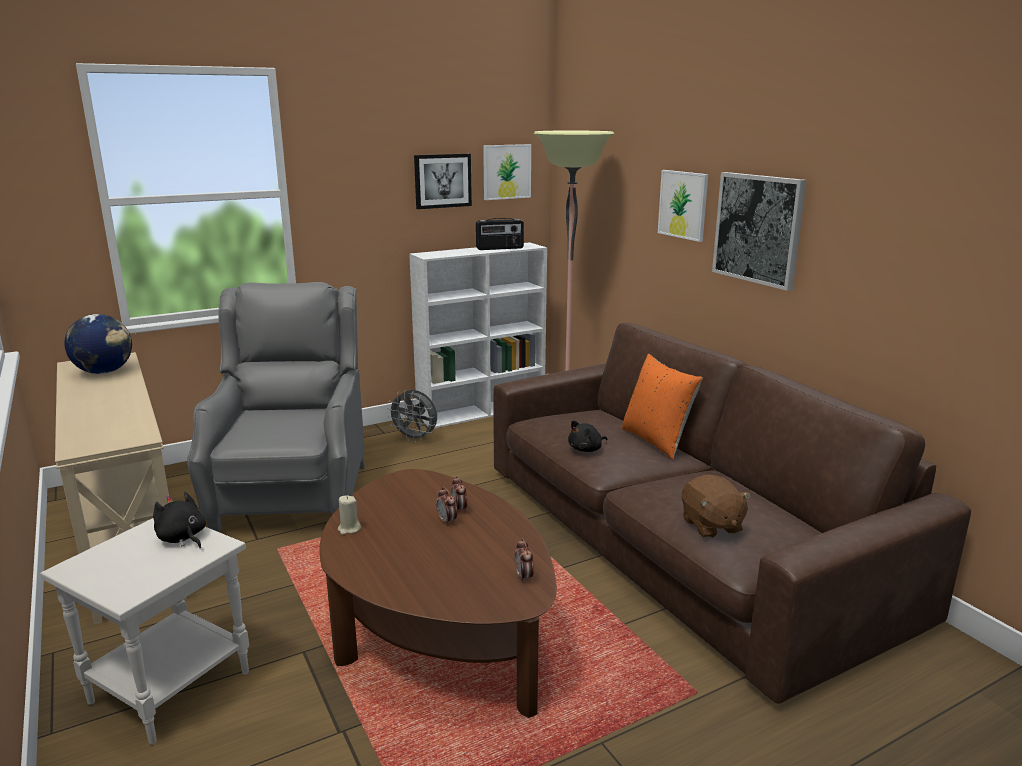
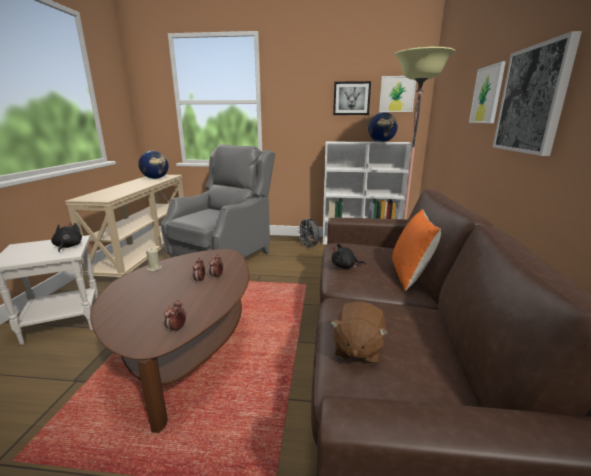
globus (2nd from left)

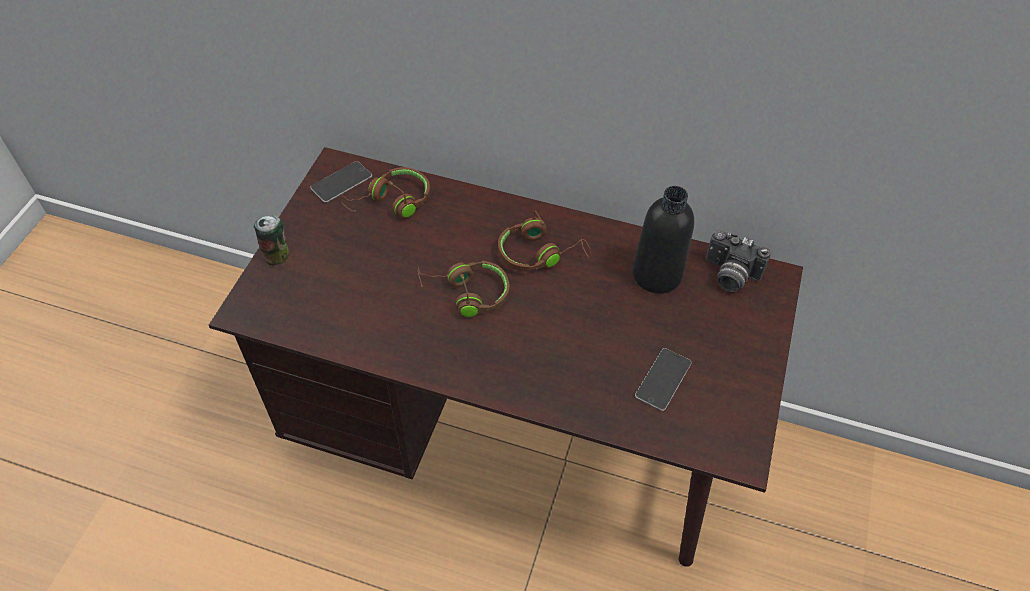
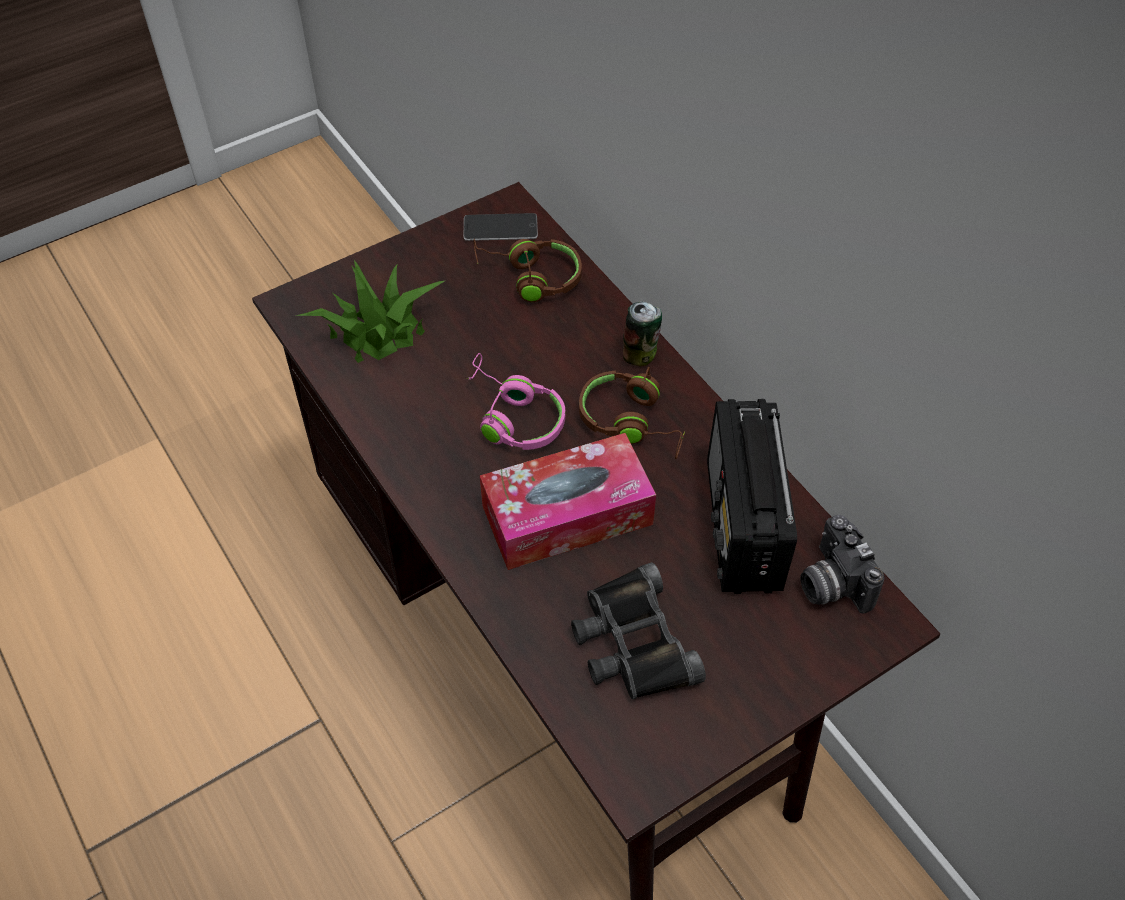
roślina doniczkowa
słuchawki [różowy]
pudełko chusteczek
lornetka [czarny]
puszka
radio

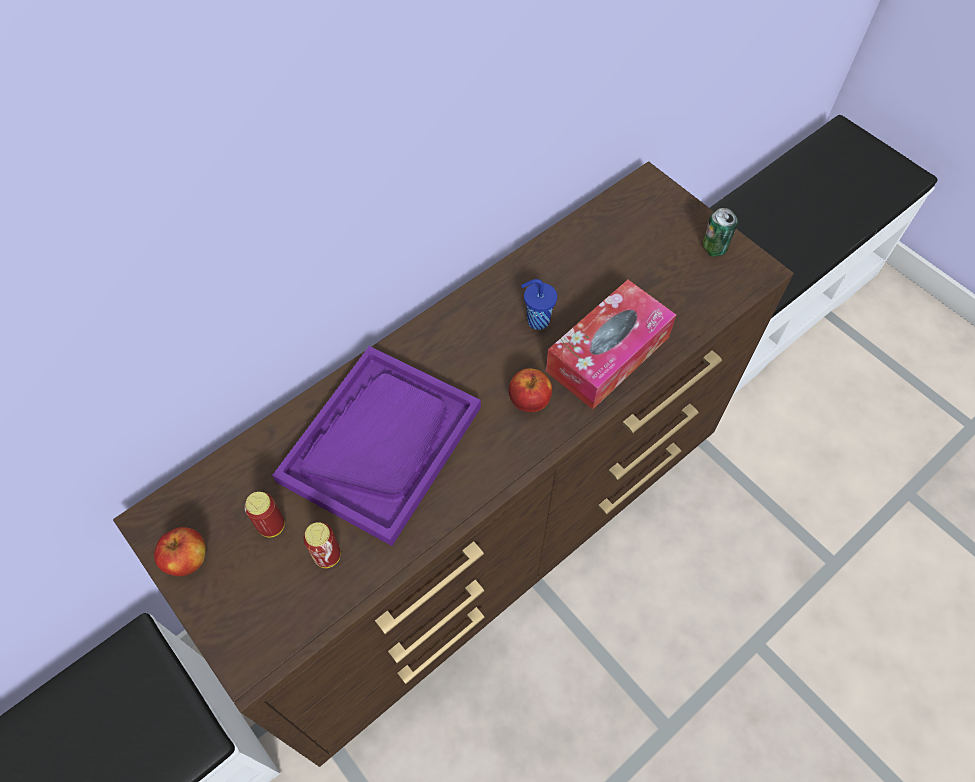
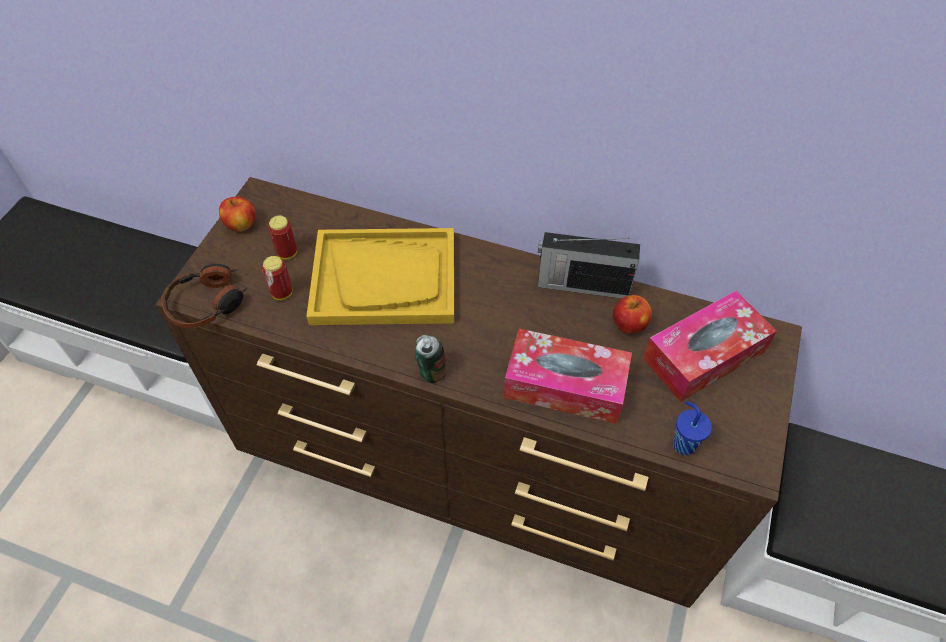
słuchawki
taca [żółty]
puszka (3rd from left)
radio
jabłko (2nd from left)
pudełko chusteczek (2nd from left)
filiżanka [niebieski]

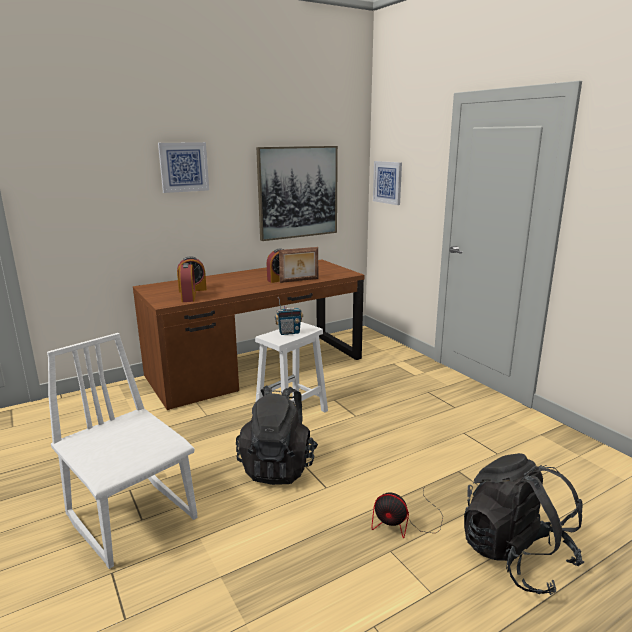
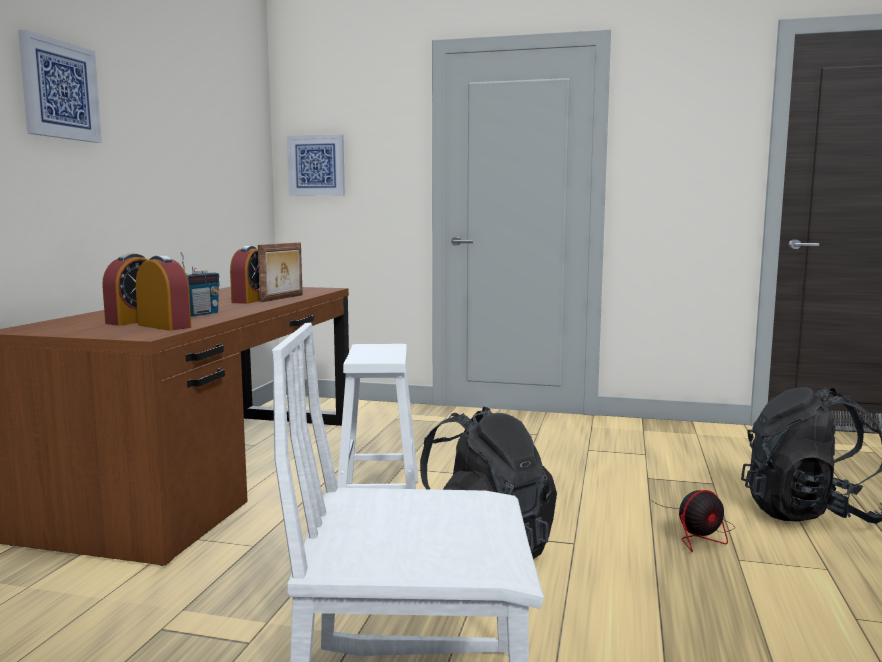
radio
obraz (2nd from left in the first image)

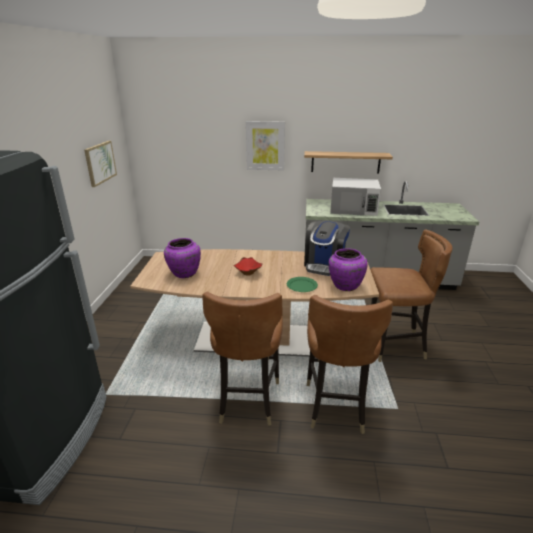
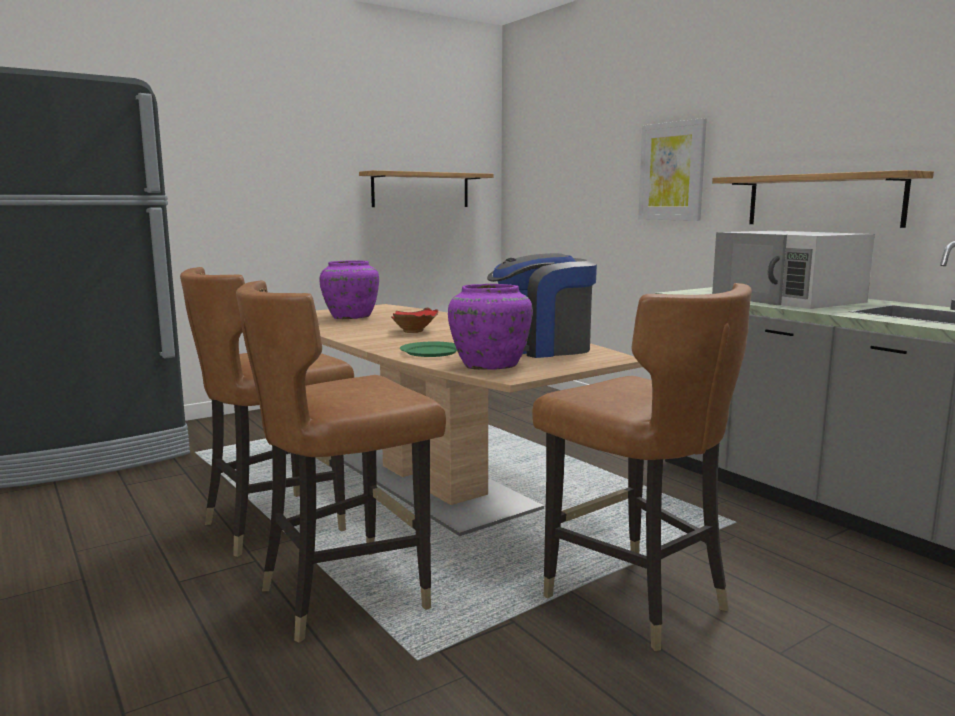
półka (1st from left)

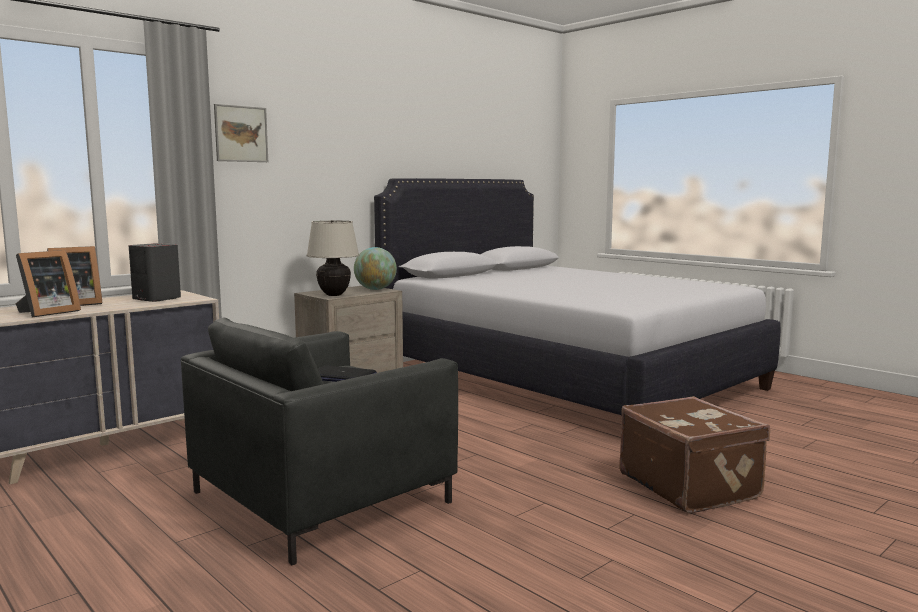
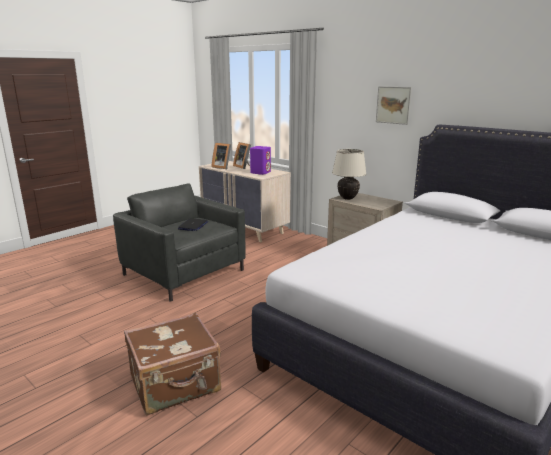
głośnik [fioletowy]
obraz
globus

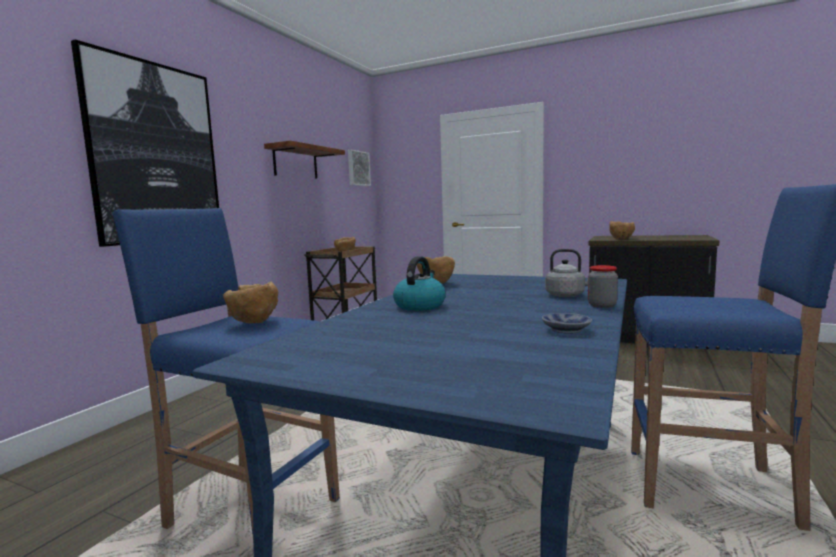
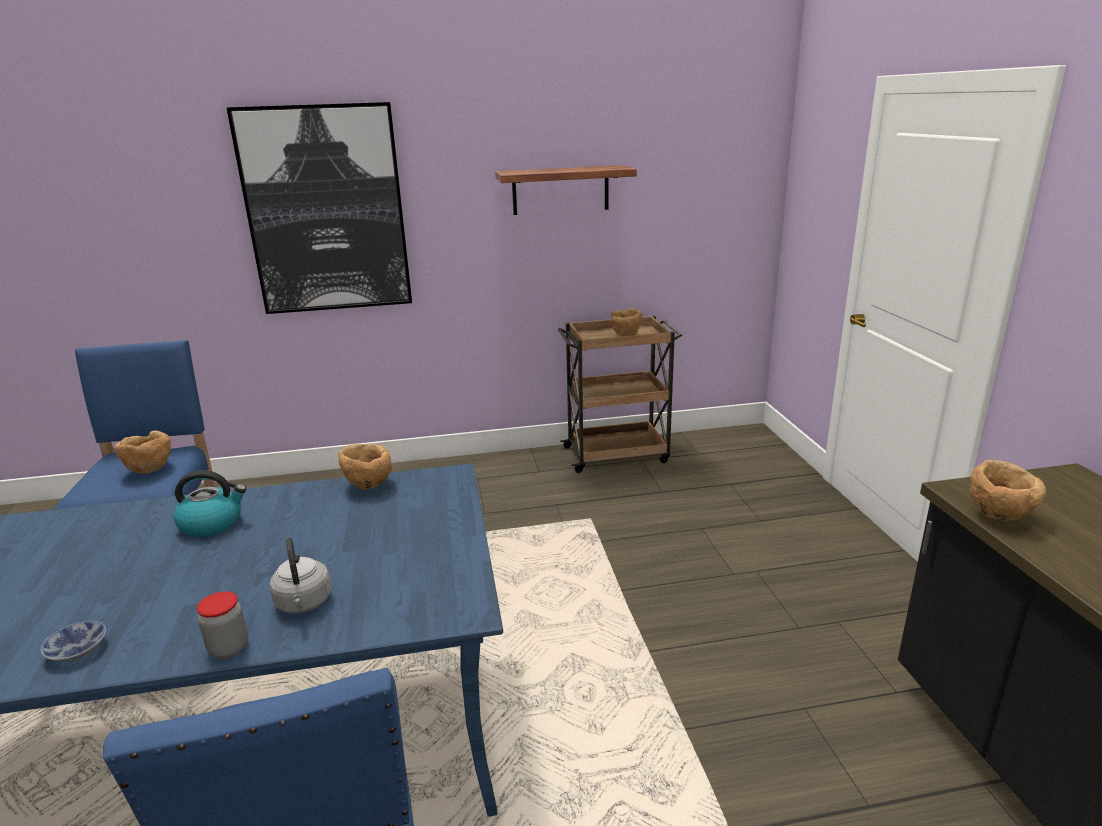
obraz (2nd from left in the first image)

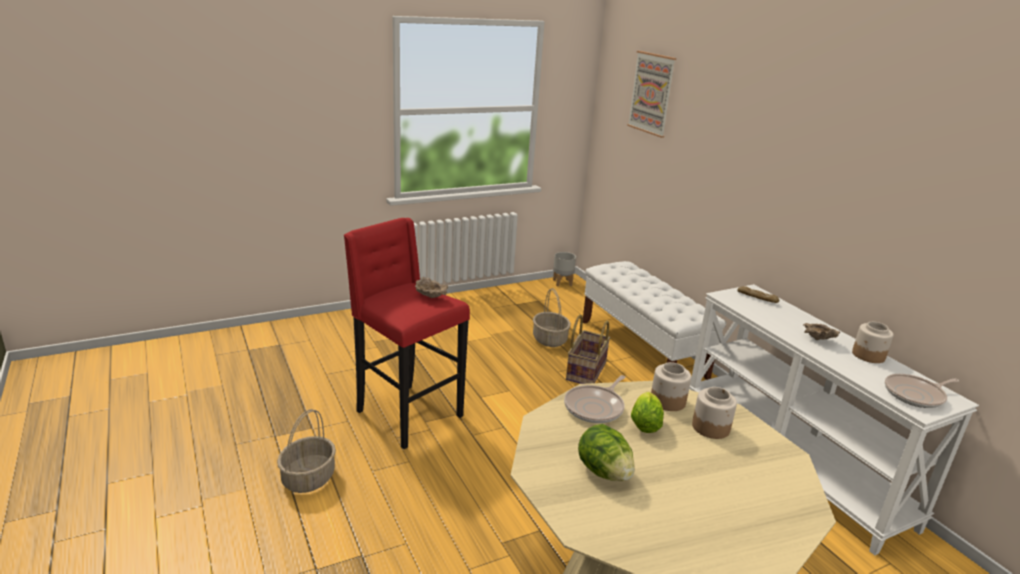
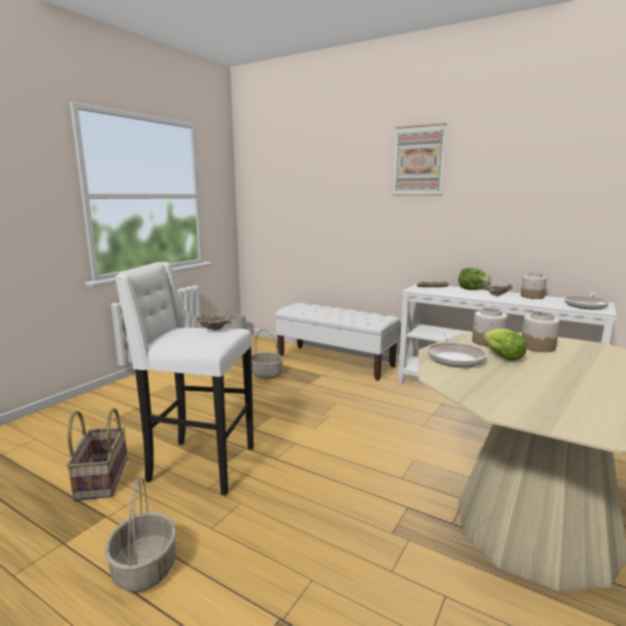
koszyk (1st from left)
stołek [biały]
obraz
sałata (1st from left)

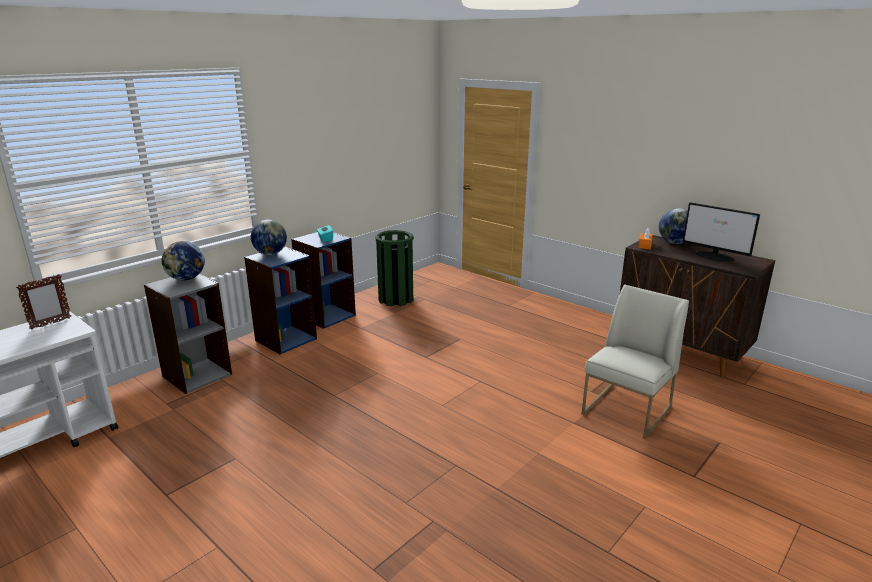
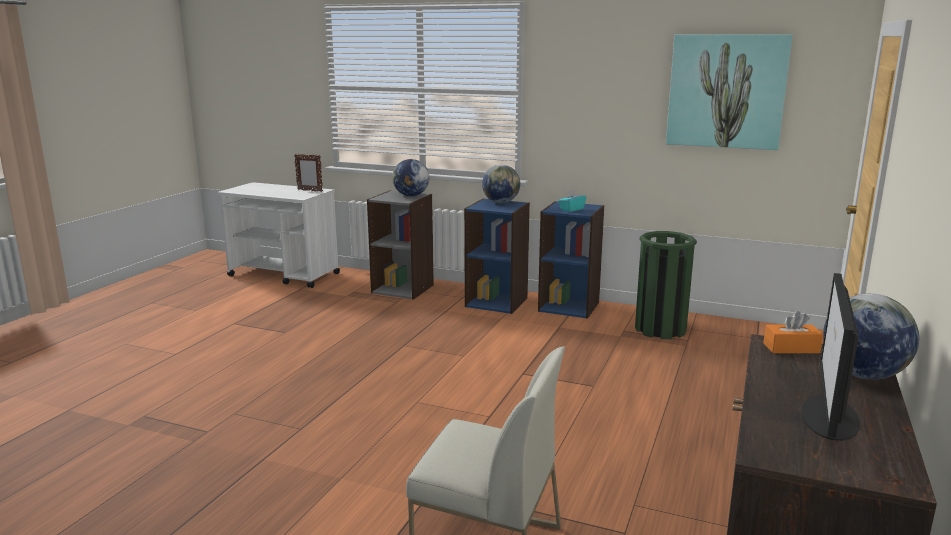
obraz

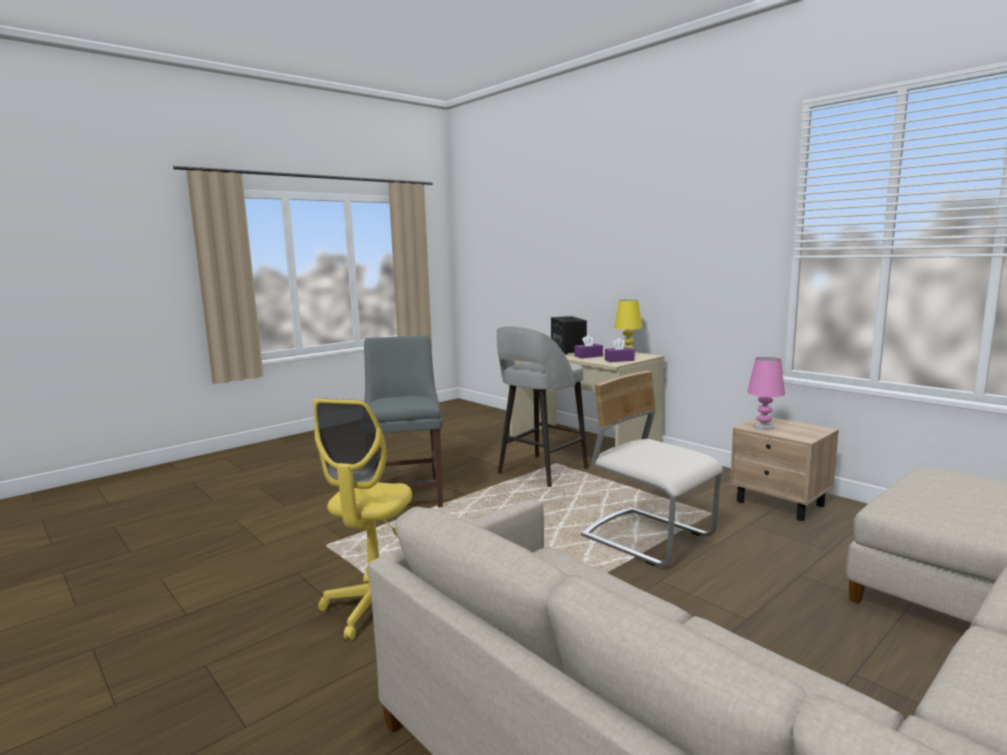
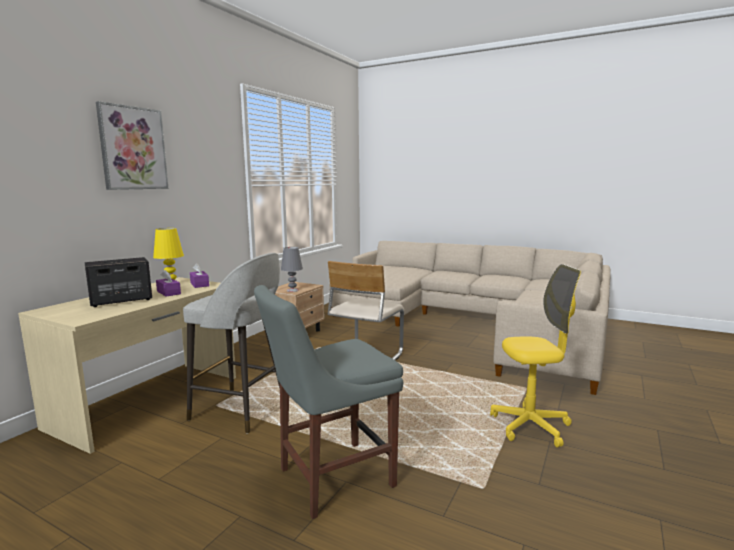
obraz
lampa stołowa [szary]

